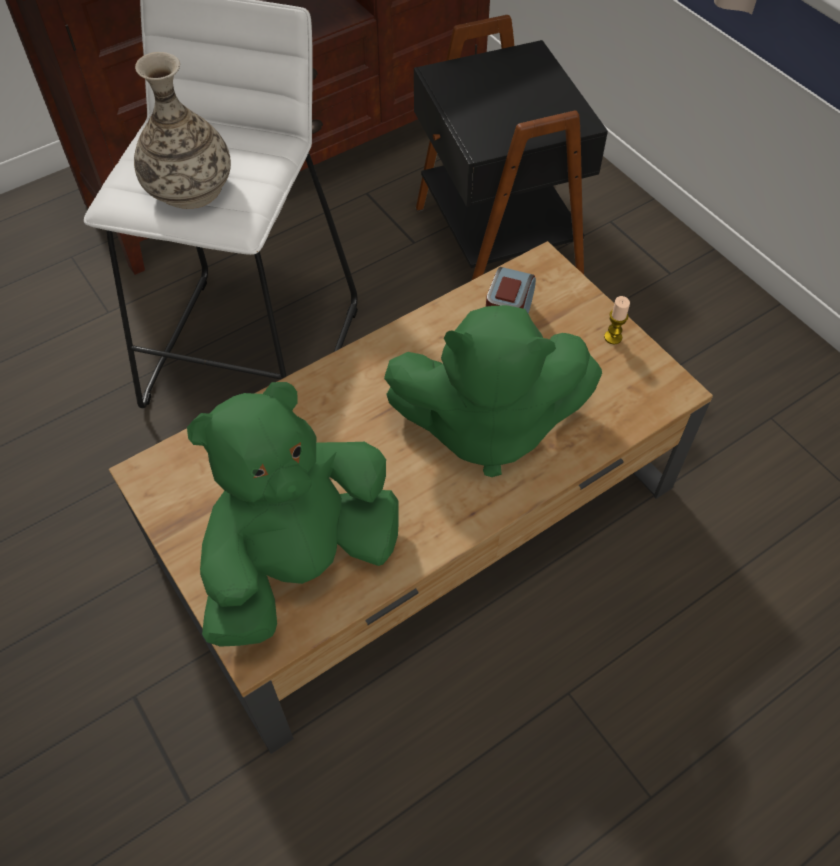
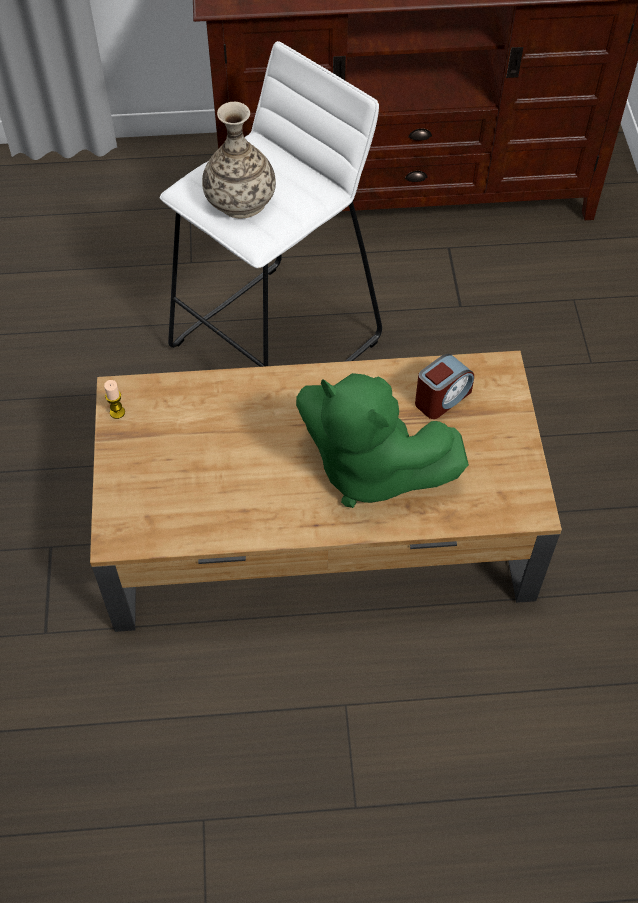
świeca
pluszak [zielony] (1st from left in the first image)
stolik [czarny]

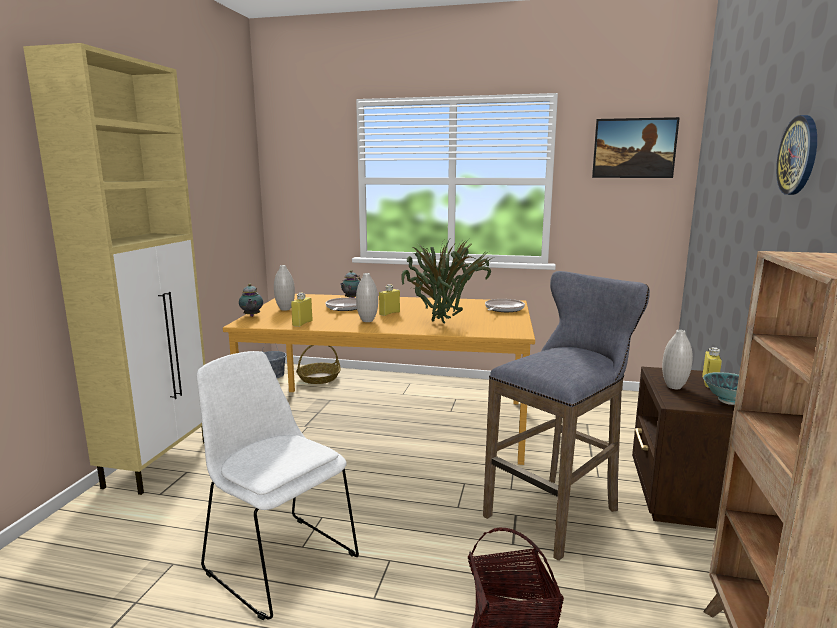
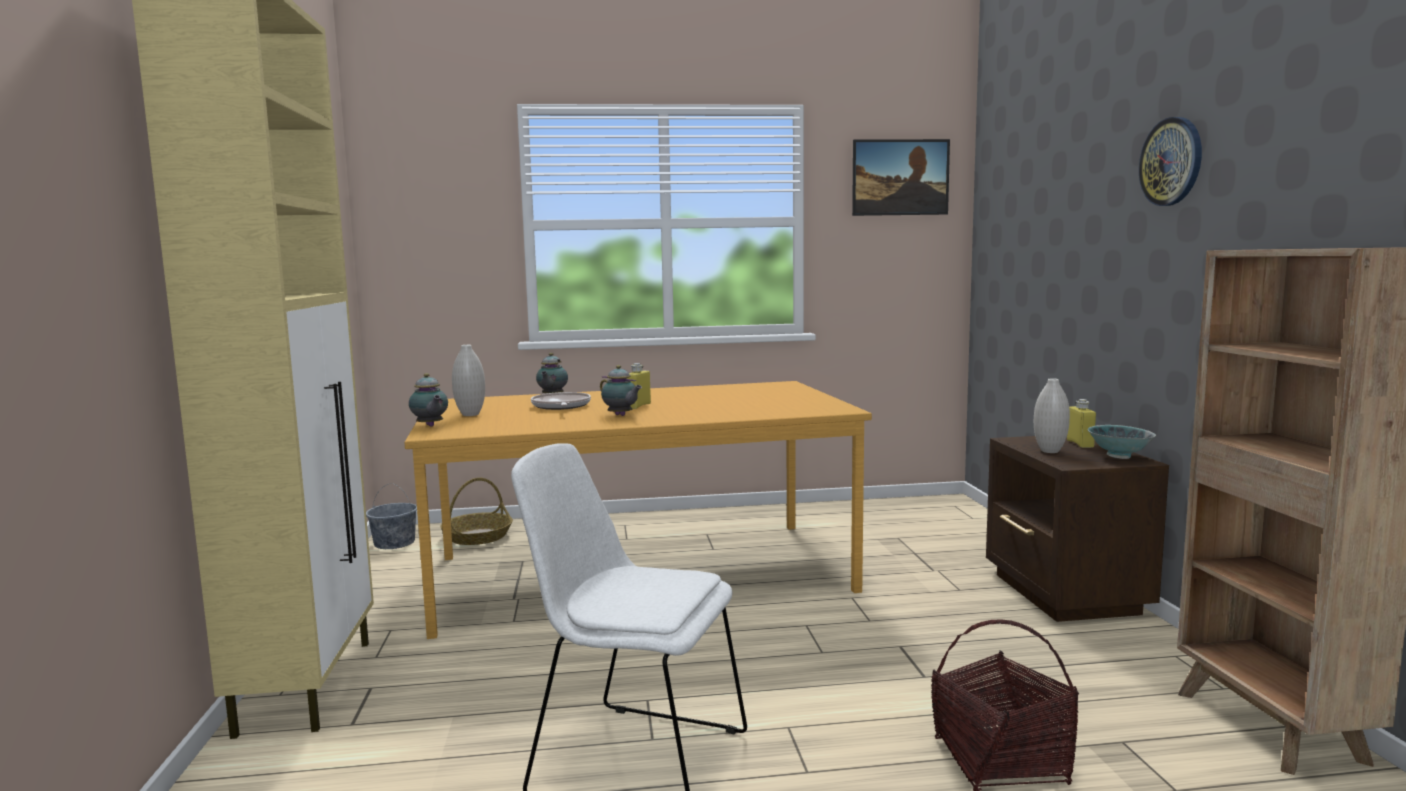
imbryk (3rd from left)
butelka [żółty] (1st from left in the first image)
roślina doniczkowa
stołek [szary]
patelnia (2nd from left in the first image)

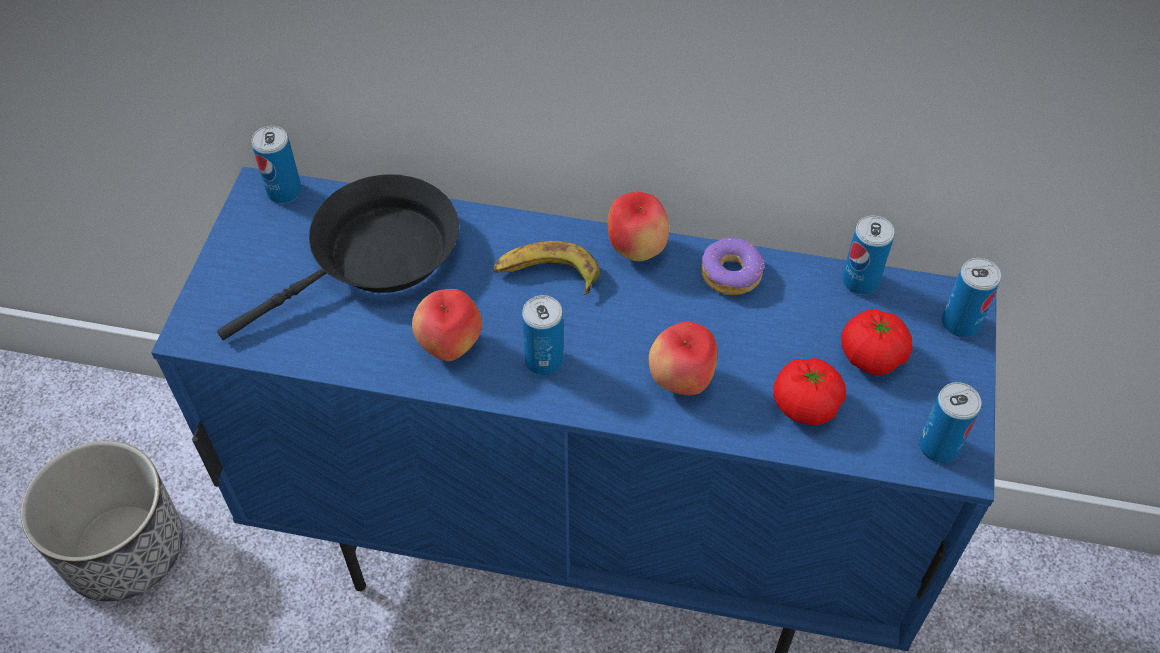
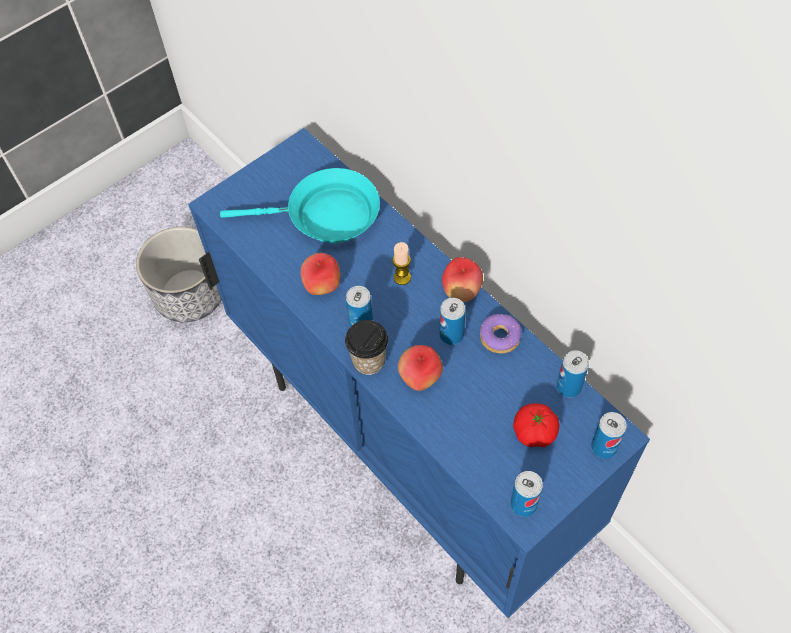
patelnia [turkusowy]
filiżanka
świeca
puszka (2nd from left)
pomidor (1st from left in the first image)

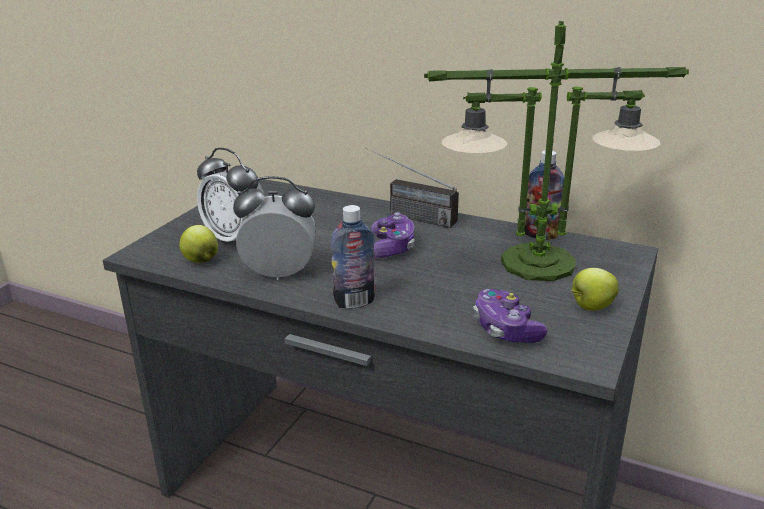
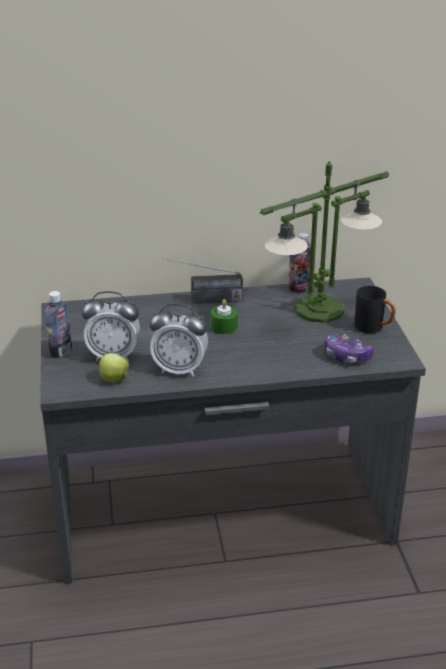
butelka (1st from left)
budzik (2nd from left)
świeca [zielony]
kubek [czarny]

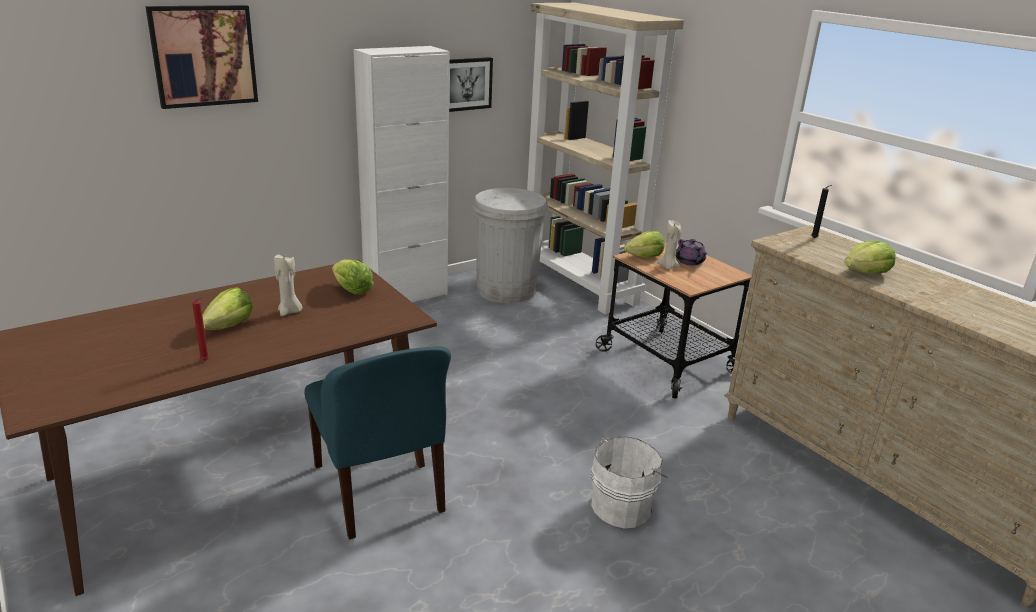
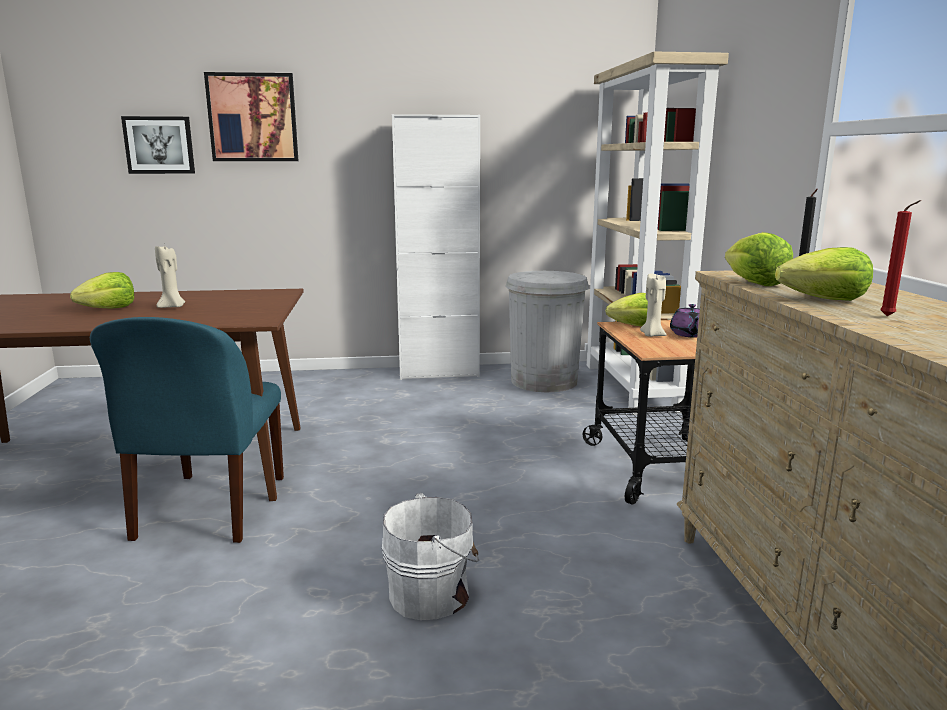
obraz (1st from left)
sałata (3rd from left)
świeca [czerwony]

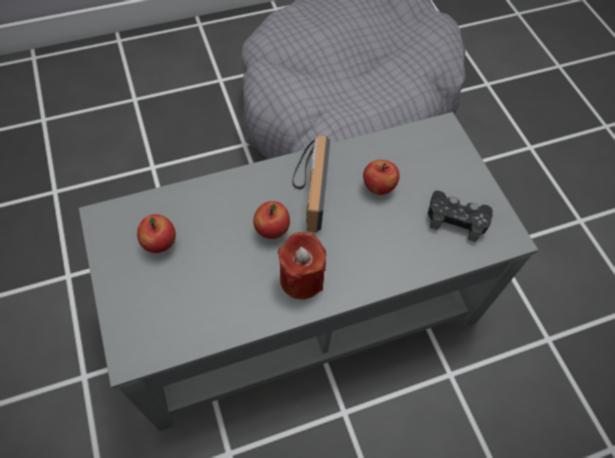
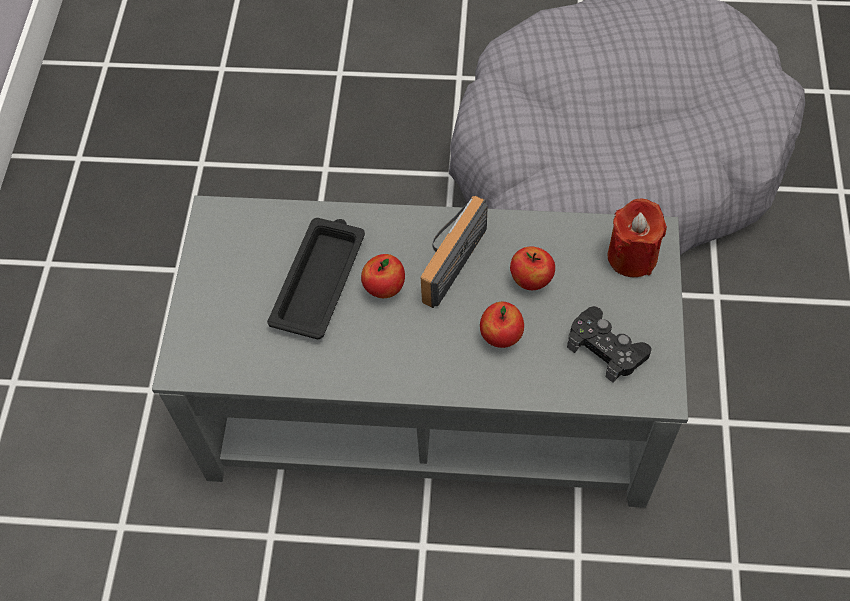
taca [czarny]
jabłko (2nd from left)
świeca [czerwony]

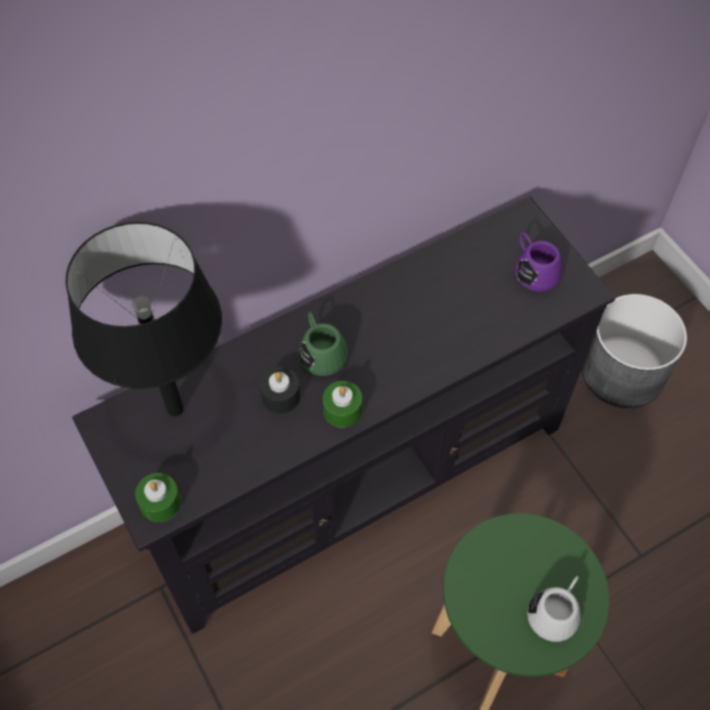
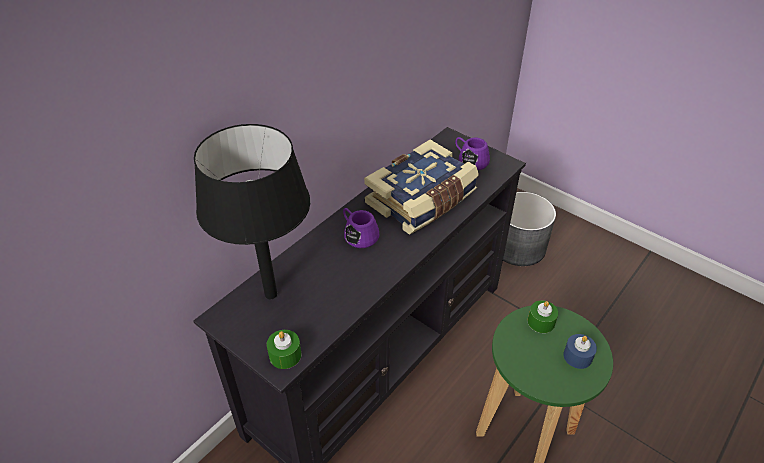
kubek [fioletowy] (1st from left)
książka
świeca [zielony] (2nd from left)
świeca [niebieski]
świeca [czarny]

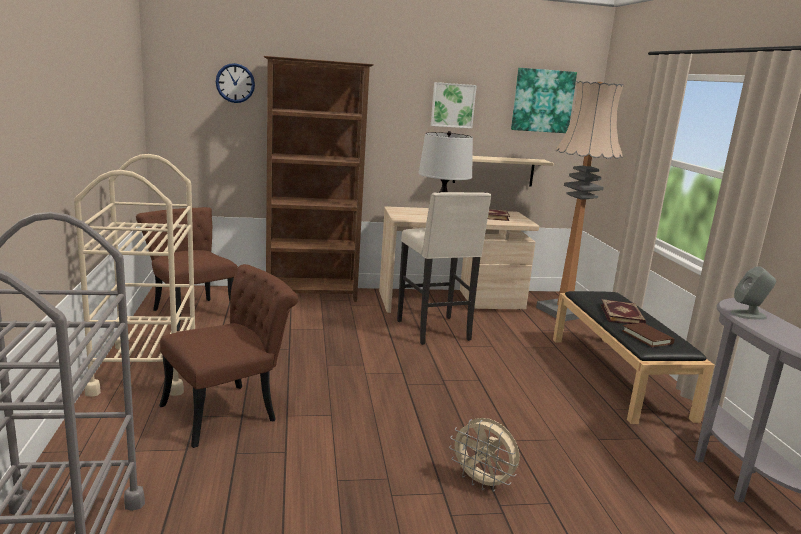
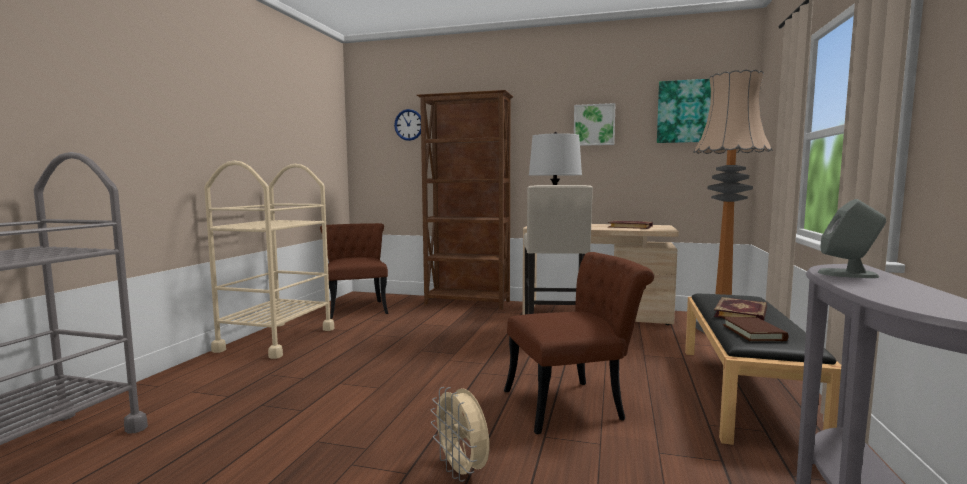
krzesło [brązowy] (2nd from left)
półka [beżowy]

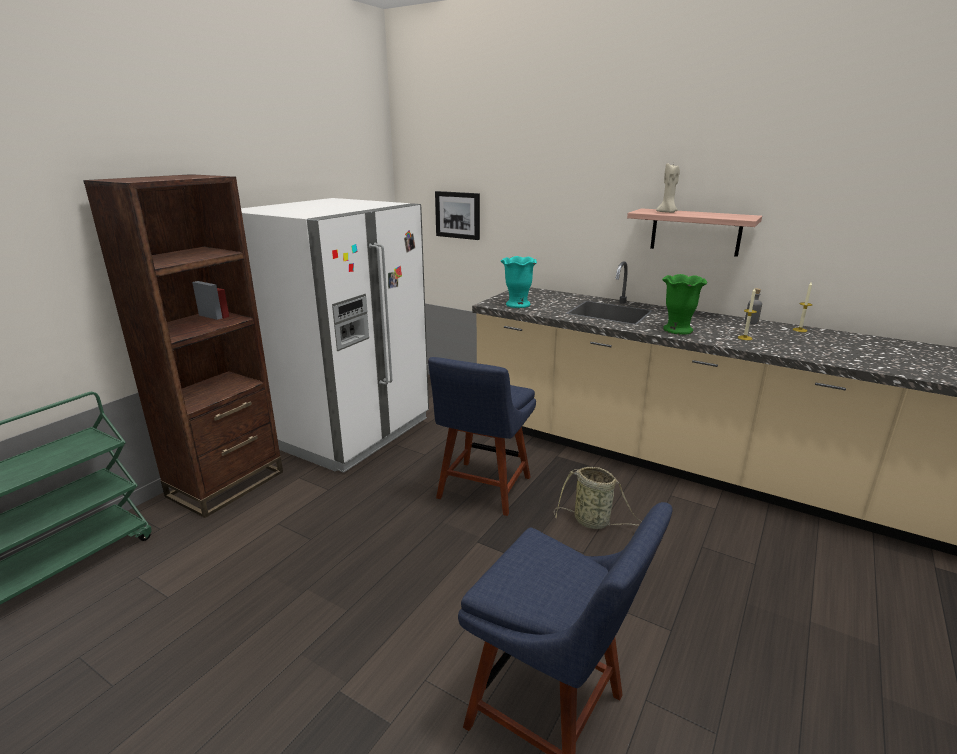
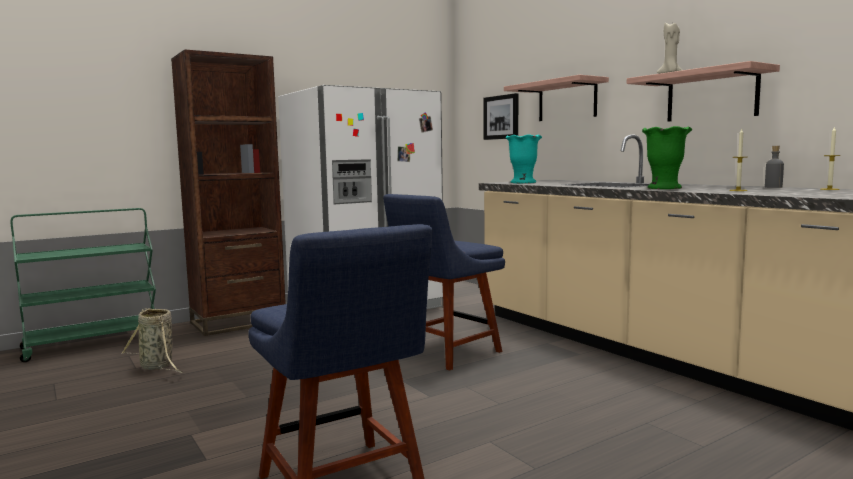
koszyk
półka (1st from left)

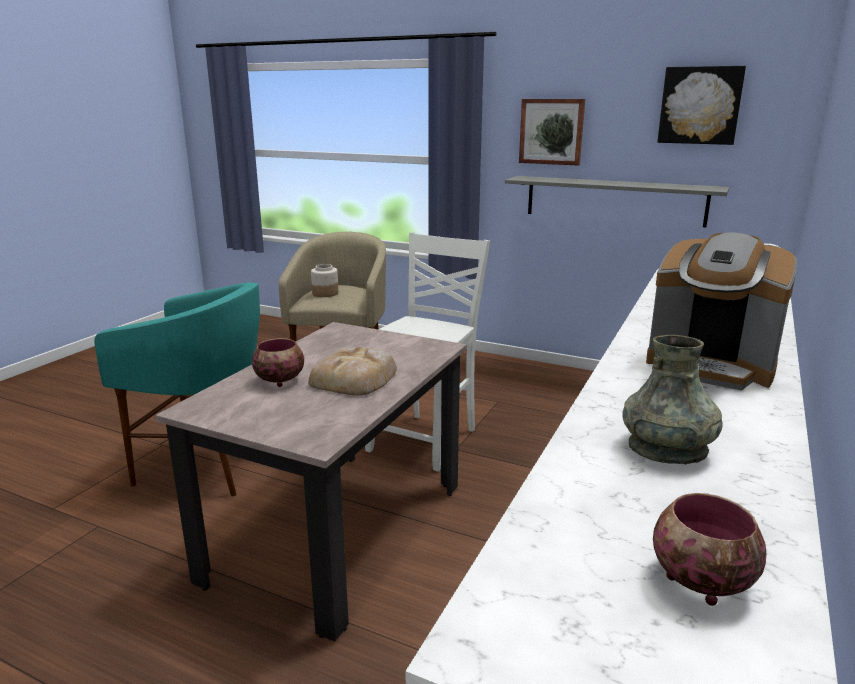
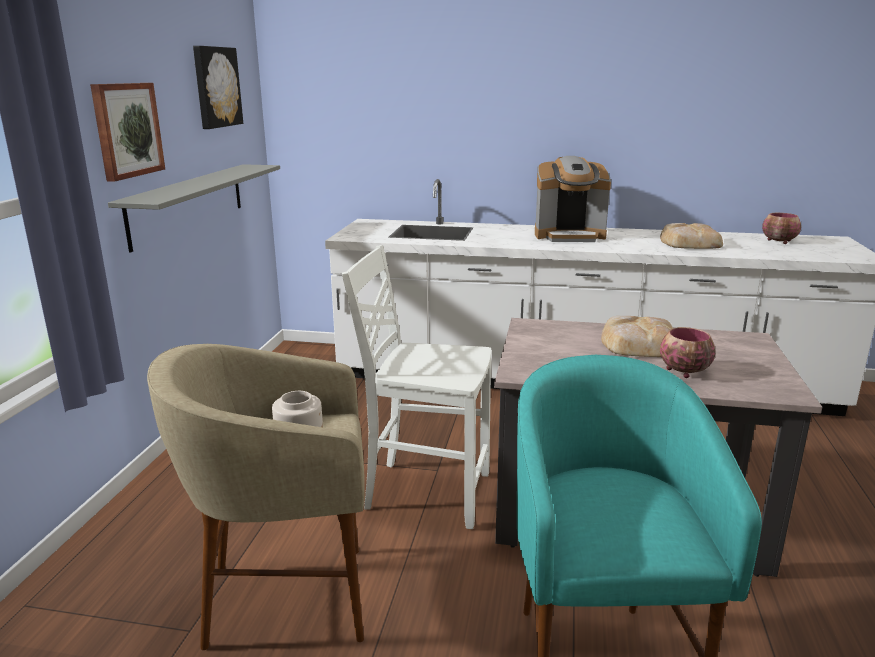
ekspres do kawy
chleb (2nd from left)

